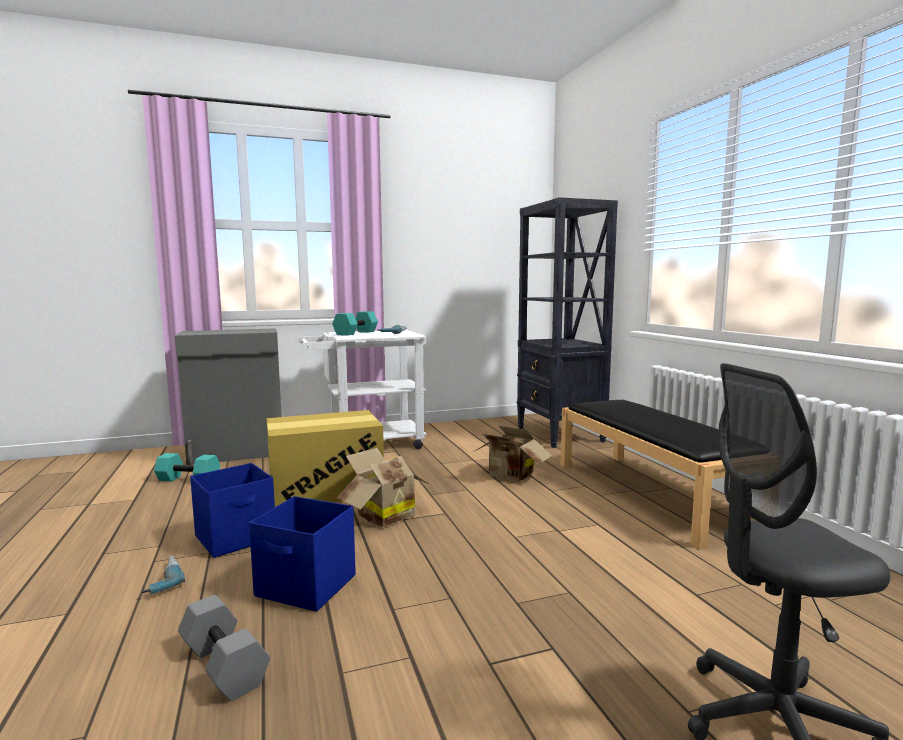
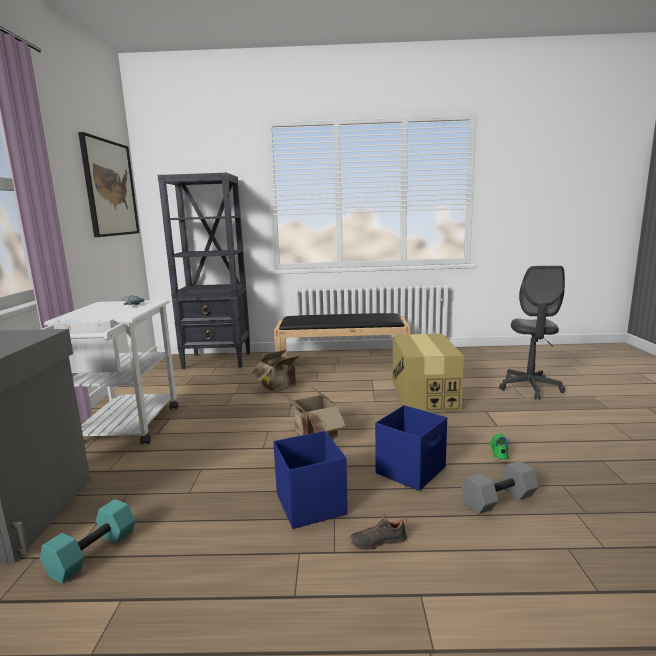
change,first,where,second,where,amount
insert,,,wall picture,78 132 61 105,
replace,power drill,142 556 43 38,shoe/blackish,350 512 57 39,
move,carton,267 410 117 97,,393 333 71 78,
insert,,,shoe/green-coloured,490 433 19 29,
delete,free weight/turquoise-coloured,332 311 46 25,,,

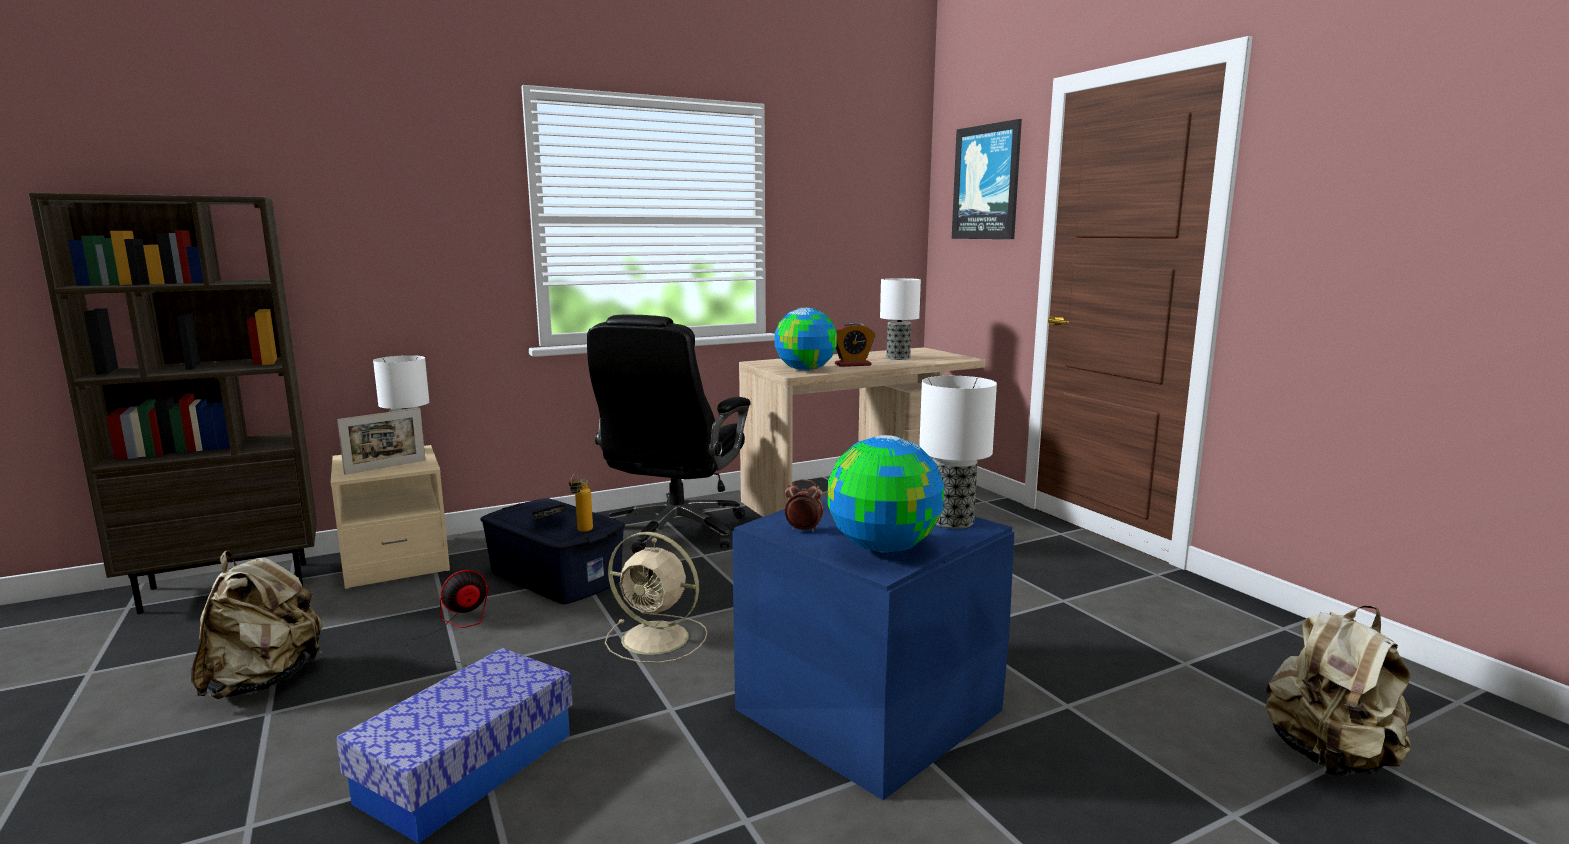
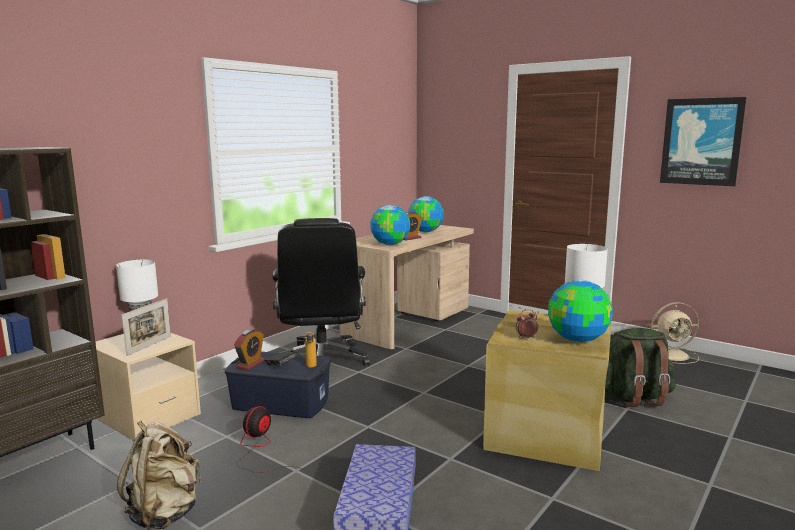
change,first,where,second,where,amount
insert,,,table clock,234 329 31 41,
replace,table lamp,880 278 41 82,world globe,408 196 36 36,
recolor,storage container/bluish,732 497 282 303,storage container/sand-coloured,483 310 128 161,
insert,,,knapsack/green-coloured,605 328 71 79,
move,cooling fan/sand-coloured,605 532 102 131,,651 302 48 62,
move,wall picture,952 119 70 120,,660 97 87 89,
delete,knapsack/sand-coloured,1265 606 146 171,,,

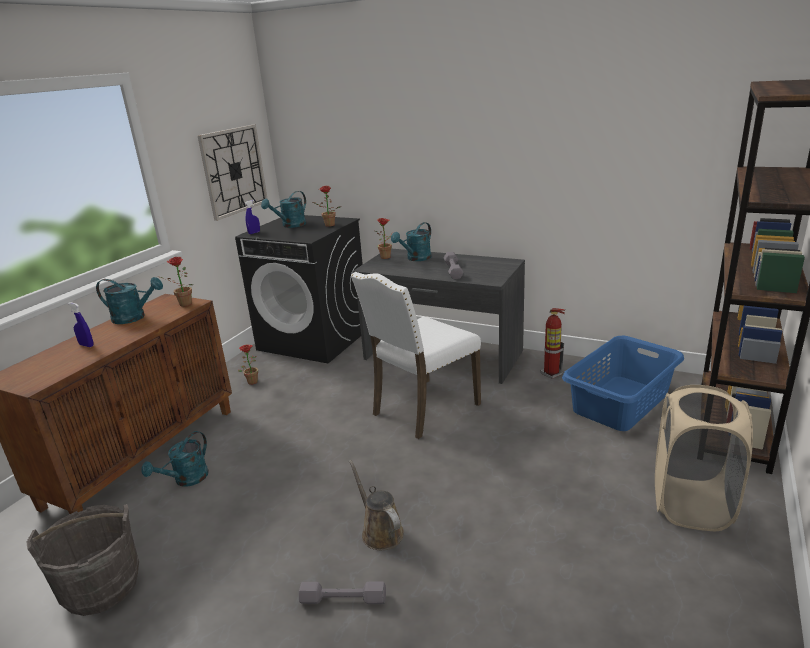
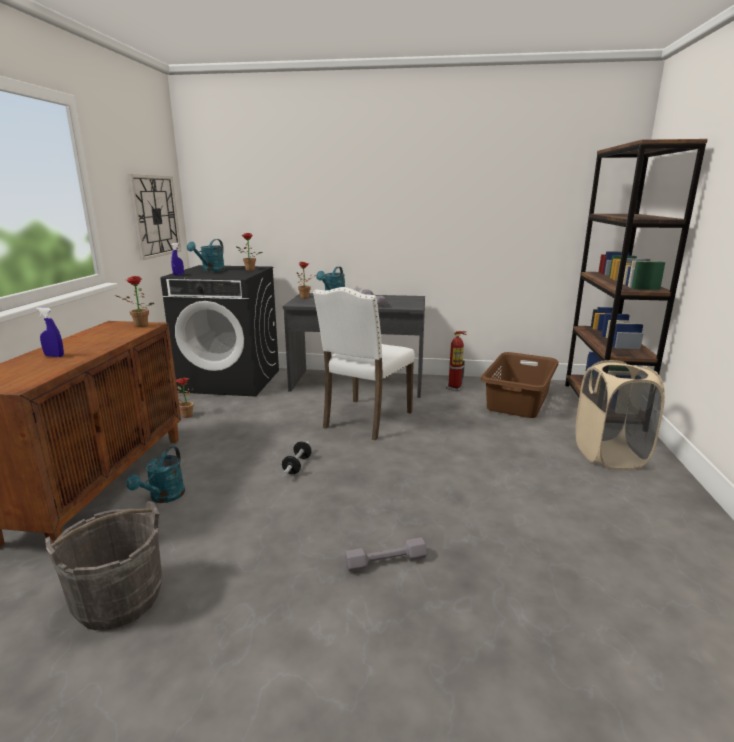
change,first,where,second,where,amount
insert,,,free weight,282 441 30 34,
recolor,hamper/bluish,562 336 122 95,hamper/brown-coloured,481 352 78 66,
delete,sprinkling can/turquoise-coloured,96 277 67 47,,,
delete,sprinkling can/brown-coloured,349 460 55 90,,,

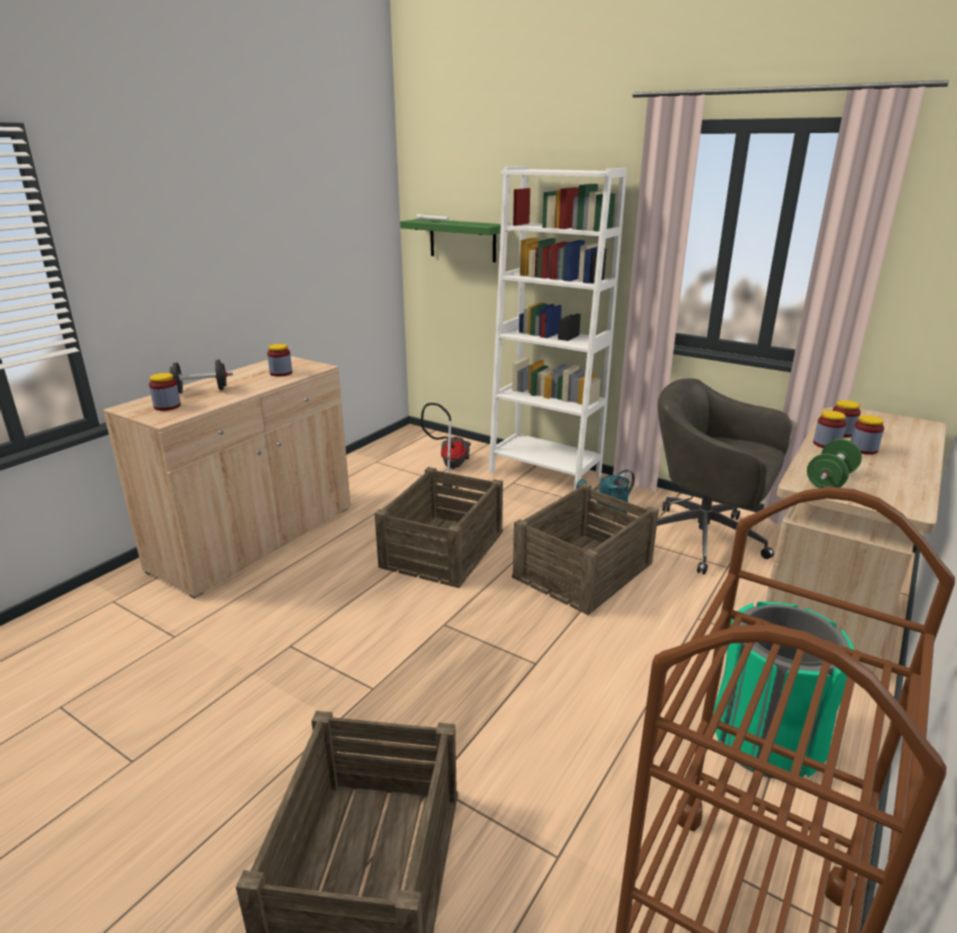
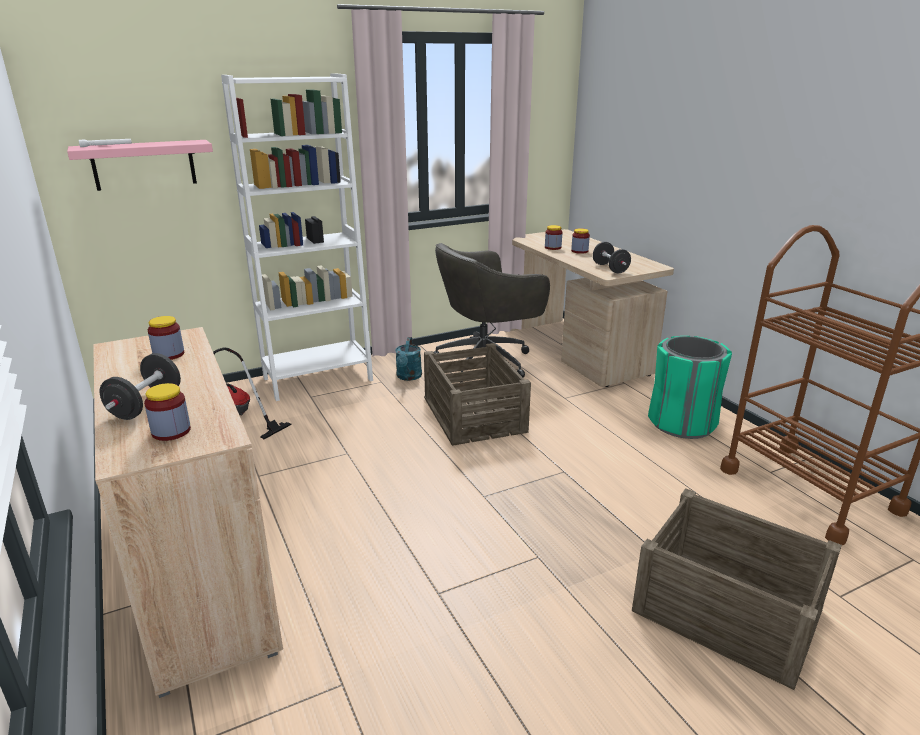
change,first,where,second,where,amount
recolor,bracket shelf/green-coloured,400 219 101 43,bracket shelf/pinkish,67 140 146 51,
recolor,free weight/green-coloured,807 439 55 49,free weight/blackish,593 242 38 31,
delete,crate,374 467 129 121,,,
delete,storage jar,813 410 33 38,,,

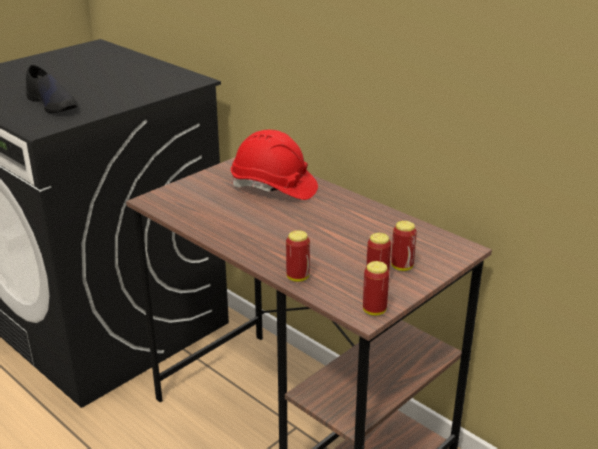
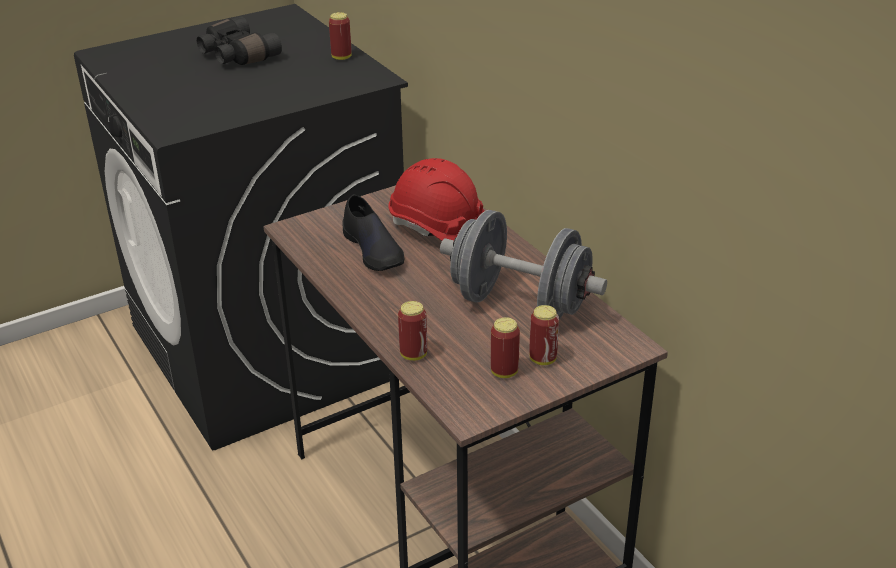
change,first,where,second,where,amount
insert,,,binoculars/blackish,197 16 85 49,
move,can,363 261 26 55,,329 12 23 48,
move,shoe/blackish,26 64 52 49,,342 194 62 77,
insert,,,free weight/gray,440 210 167 109,

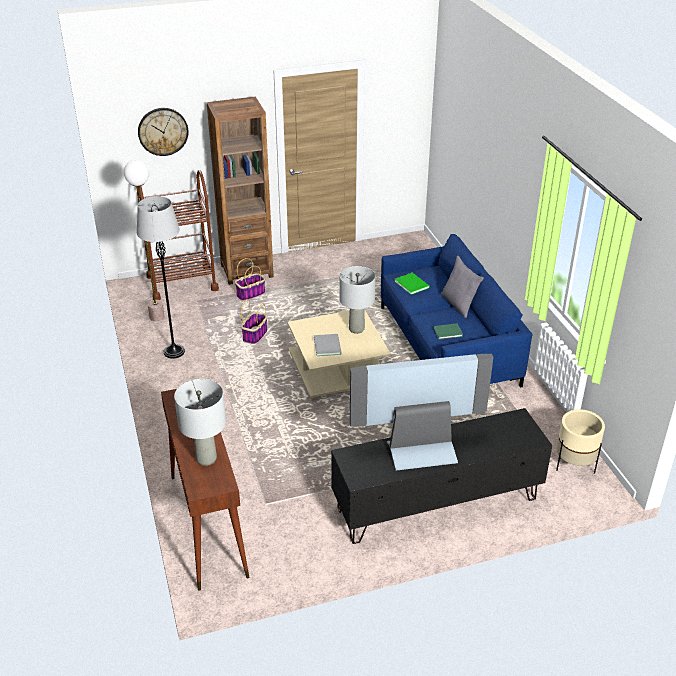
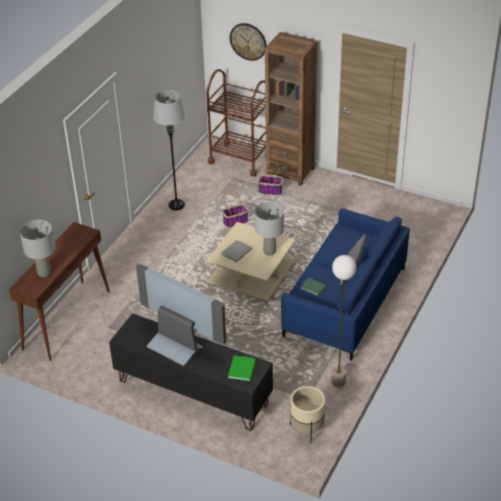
change,first,where,second,where,amount
move,book/green-coloured,394 273 36 22,,228 355 28 26,
move,floor lamp,124 160 41 161,,331 255 25 132,

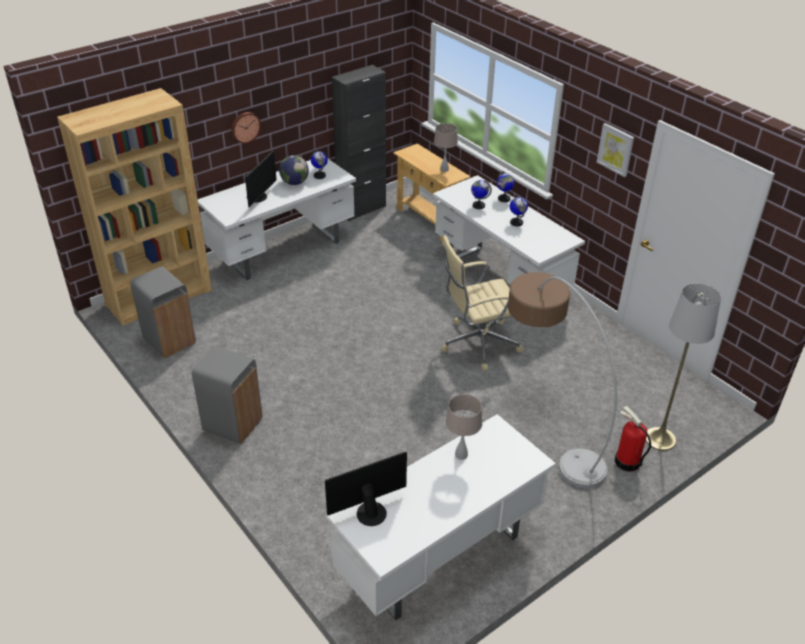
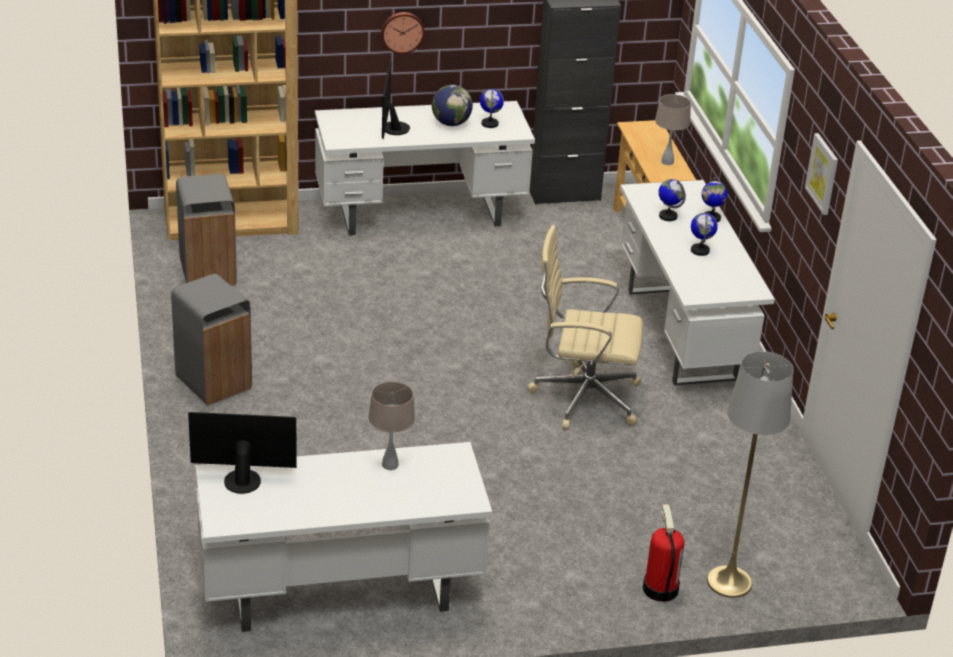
change,first,where,second,where,amount
rotate,computer display,245 151 32 57,,382 61 28 78,135 degrees clockwise
delete,floor lamp,508 272 109 216,,,

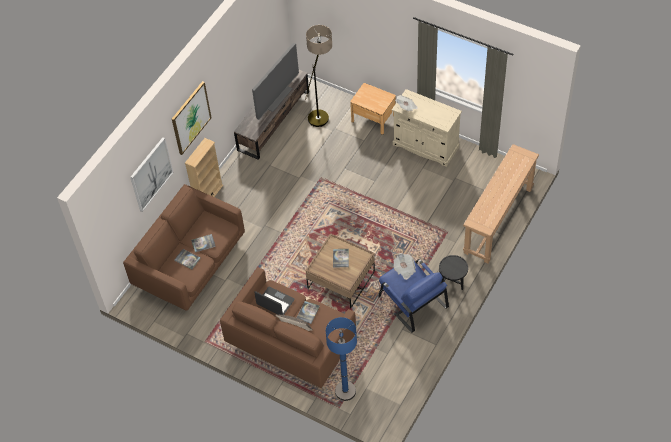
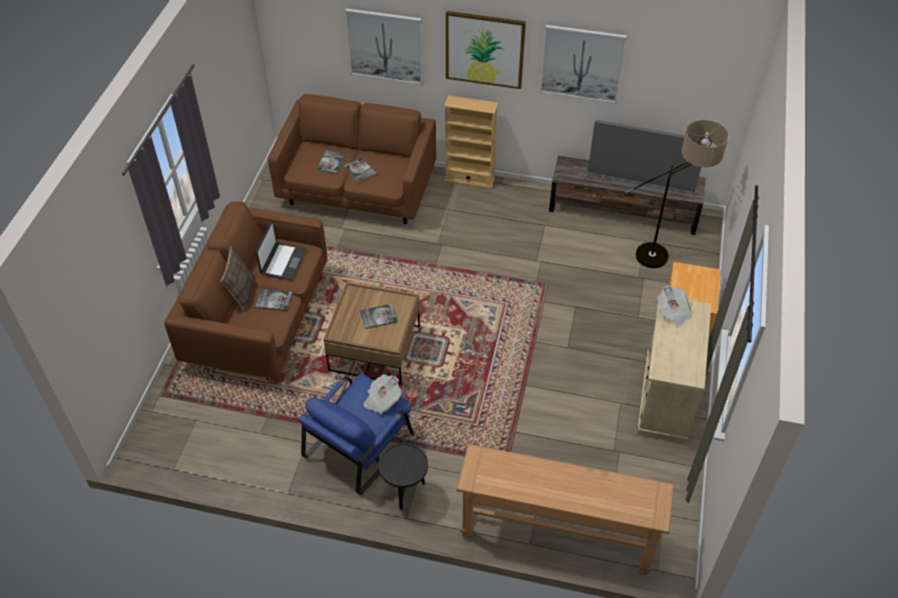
change,first,where,second,where,amount
insert,,,wall picture,539 25 88 79,
delete,floor lamp/bluish,326 317 31 84,,,

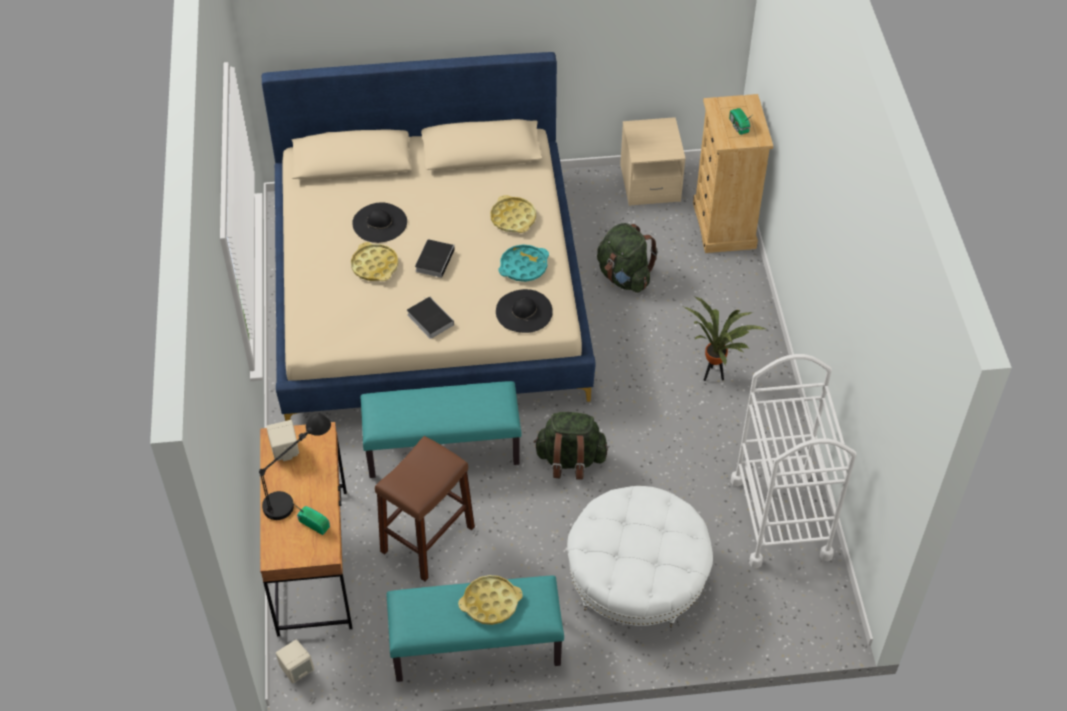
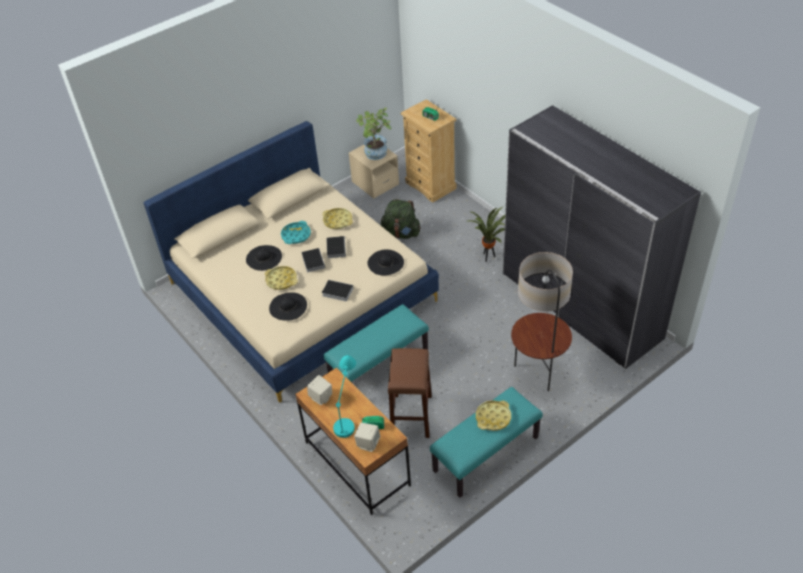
change,first,where,second,where,amount
insert,,,hat/blackish,269 292 38 29,
move,serving tray/turquoise-coloured,498 245 51 37,,281 221 30 23,
insert,,,book,326 236 20 22,
recolor,table lamp/blackish,259 413 72 107,table lamp/turquoise-coloured,333 355 23 83,
move,audio speaker/sand-coloured,276 640 38 43,,354 423 26 29,
insert,,,plant in a pot,356 107 35 53,
replace,cart/white-coloured,730 354 126 214,clothes cupboard/gray,503 105 198 264,
replace,footrest/white-coloured,567 486 146 142,floor lamp,511 252 62 139,
delete,knapsack/green-coloured,534 412 74 67,,,

